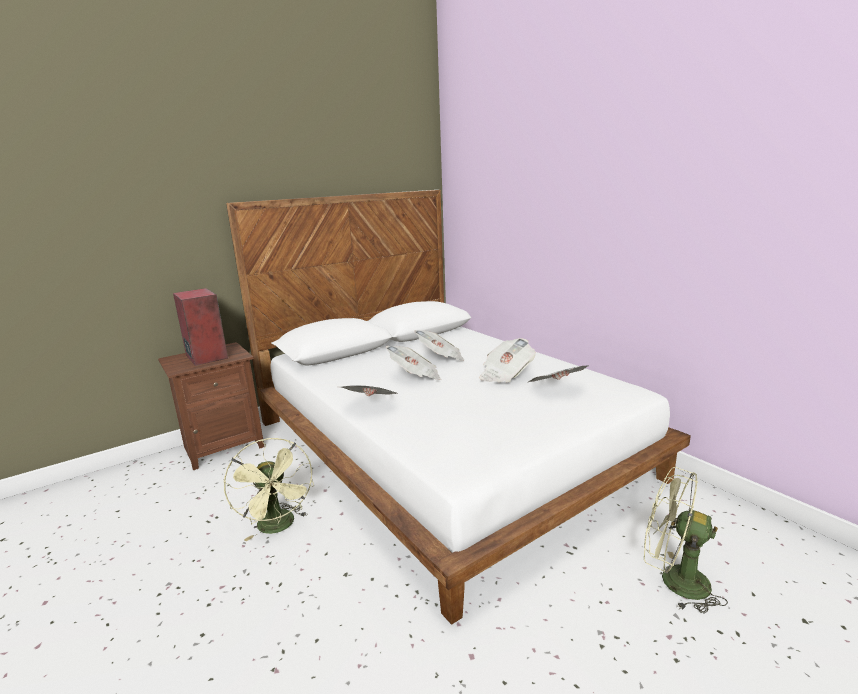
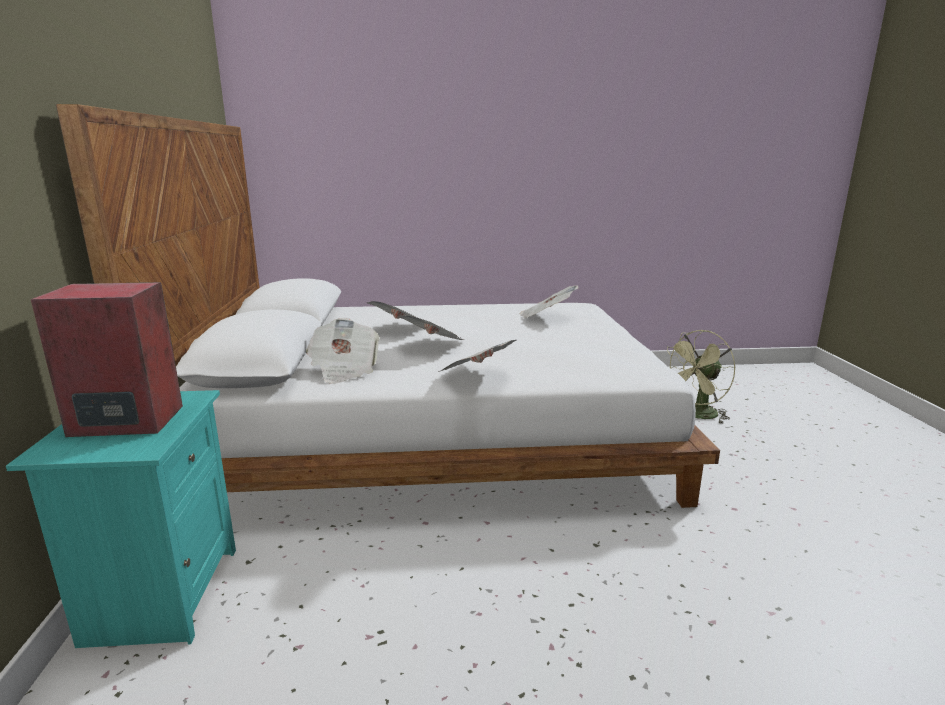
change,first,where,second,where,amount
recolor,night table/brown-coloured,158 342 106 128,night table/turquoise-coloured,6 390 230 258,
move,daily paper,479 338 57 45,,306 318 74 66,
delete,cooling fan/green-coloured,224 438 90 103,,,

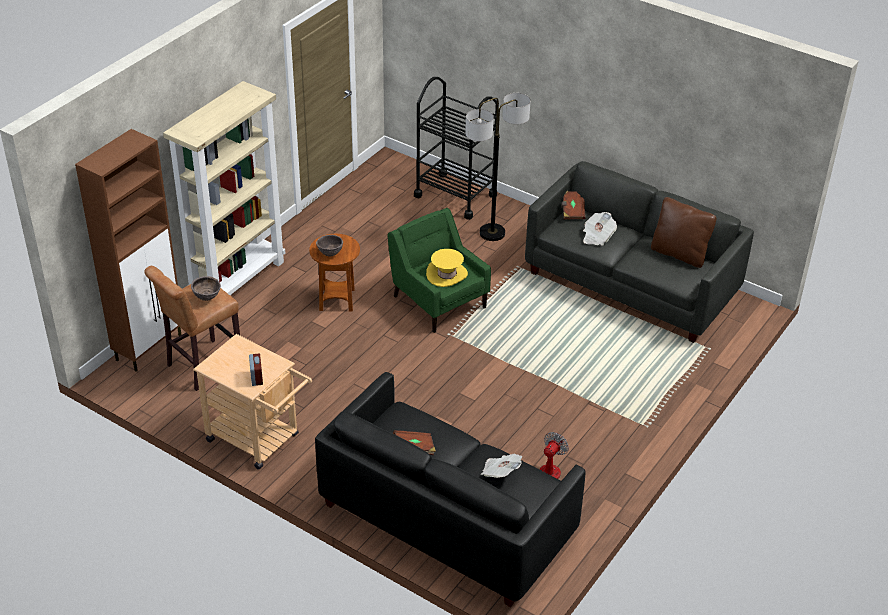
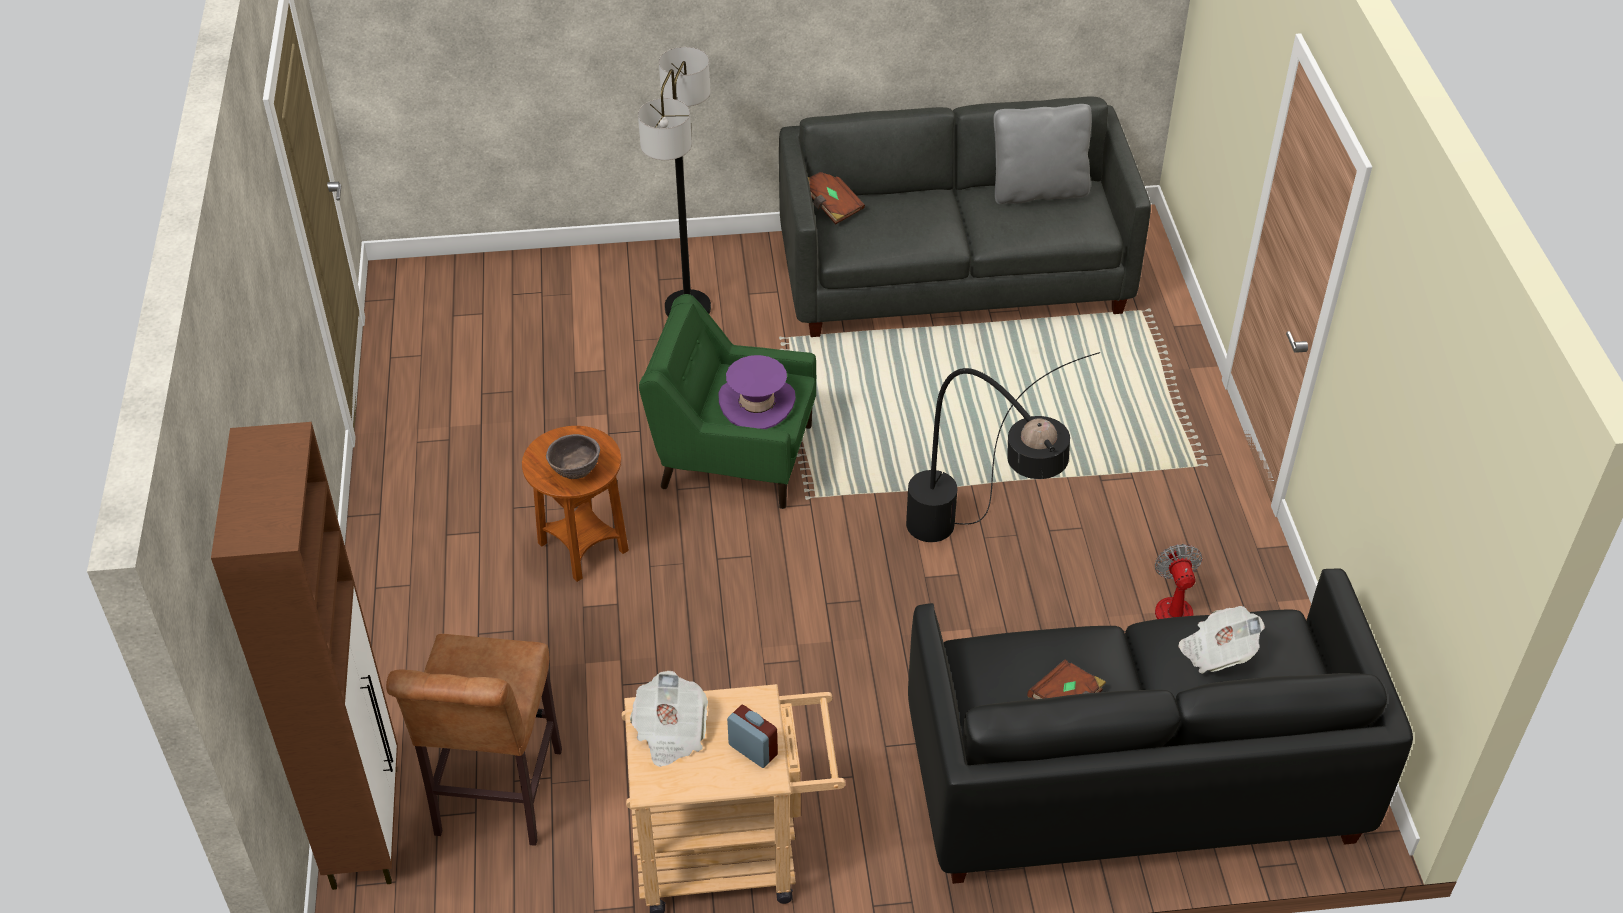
change,first,where,second,where,amount
move,daily paper,583 212 34 34,,630 671 78 96,
recolor,hat/yellow-coloured,426 249 42 38,hat/purplish,719 355 77 74,
insert,,,floor lamp/blackish,906 352 194 190,
recolor,pillow/brown-coloured,651 197 65 71,pillow/gray,993 104 99 101,
delete,bookshelf/sand-coloured,163 81 122 214,,,
delete,deep dish/brown-coloured,191 276 30 25,,,
delete,cart/blackish,414 77 85 143,,,

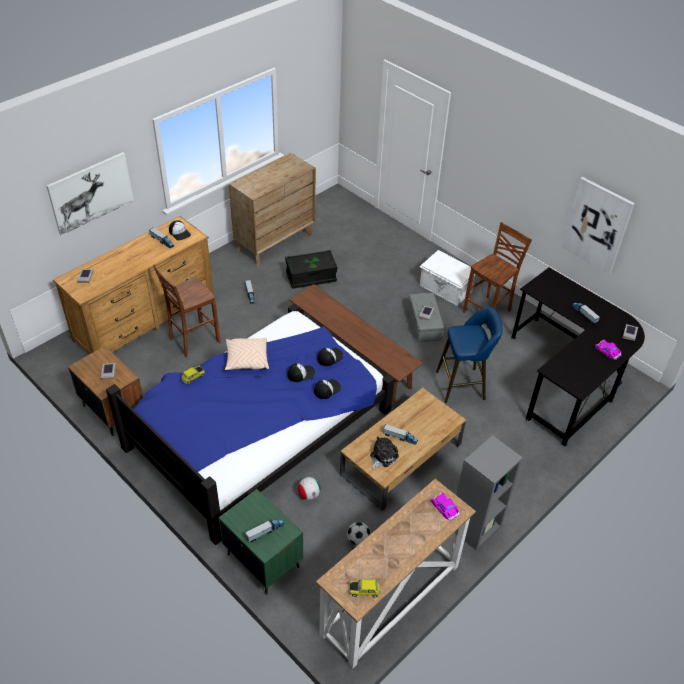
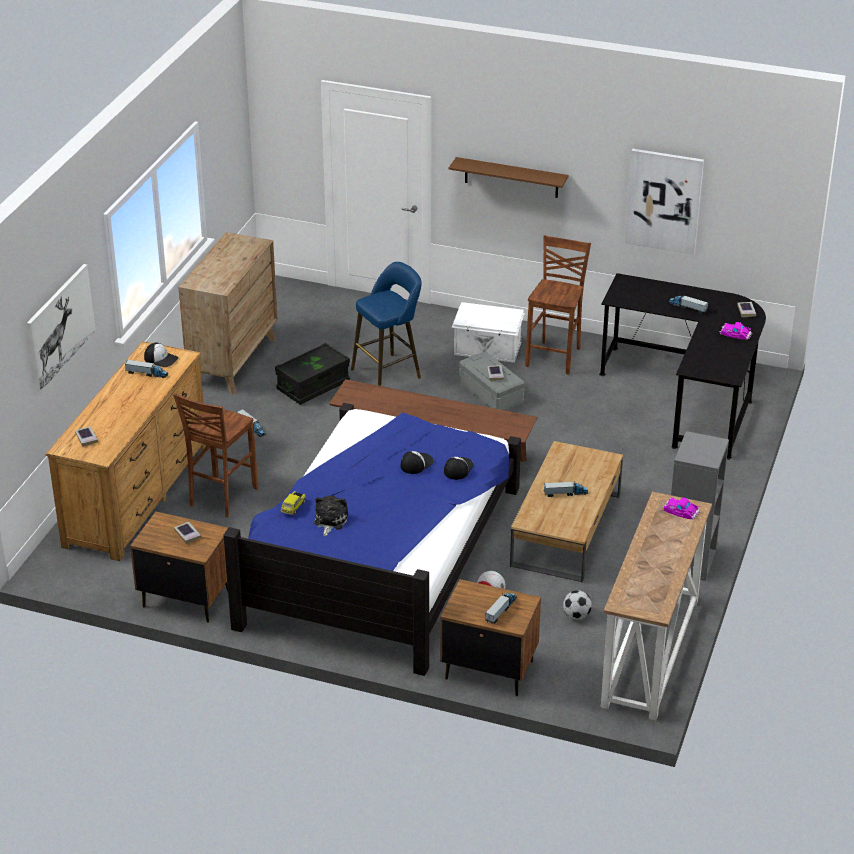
change,first,where,second,where,amount
move,plush toy,370 437 29 32,,314 495 34 41,
move,stool seat/bluish,436 307 67 96,,351 262 71 124,
recolor,night table/green-coloured,218 489 85 105,night table/brown-coloured,440 579 101 117,
insert,,,bracket shelf/brown-coloured,449 157 120 41,
delete,pillow/sand-coloured,225 338 44 32,,,
delete,baseball cap,317 348 27 18,,,
delete,model car,350 579 30 18,,,

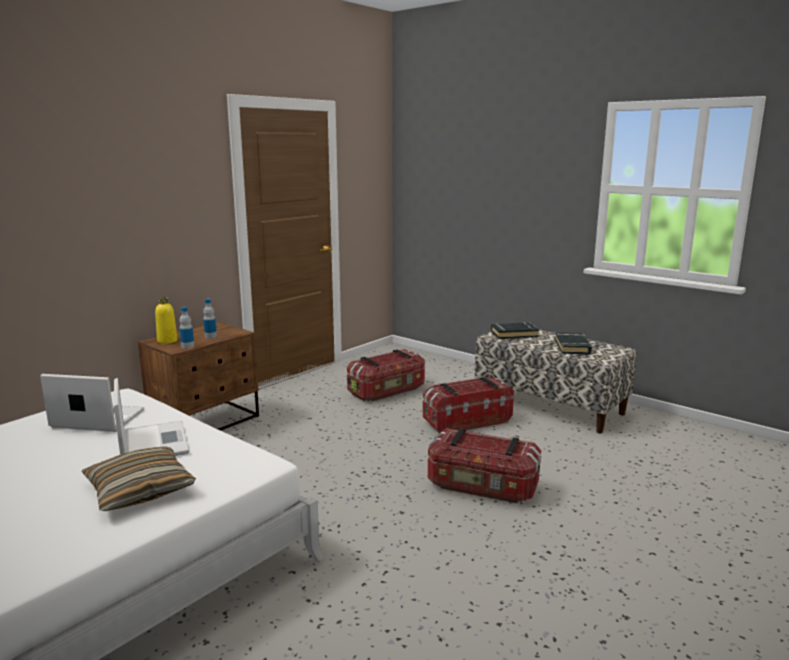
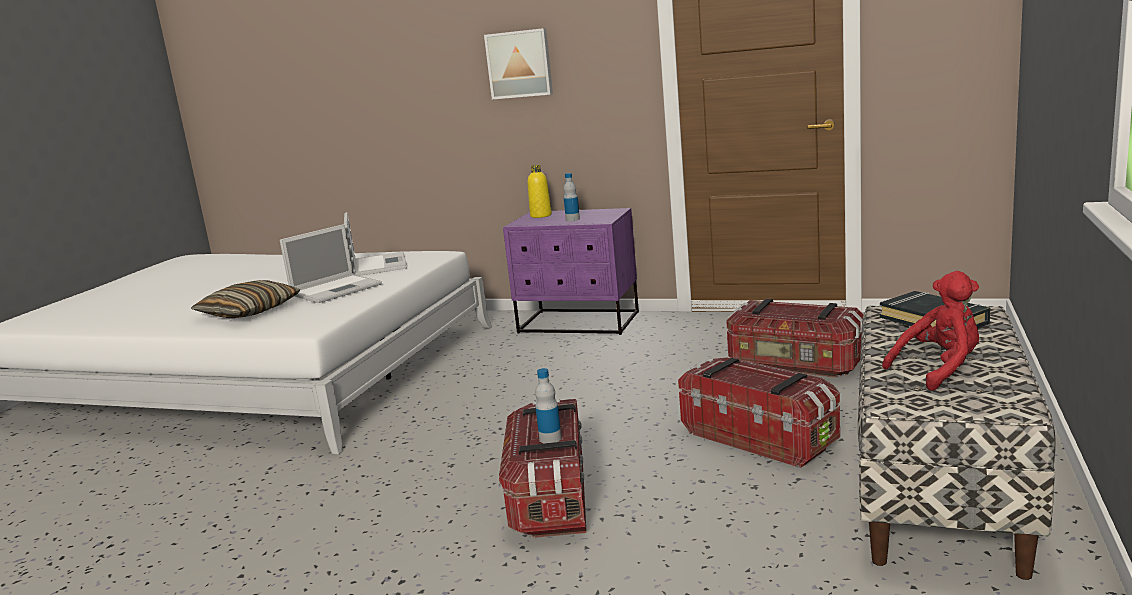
change,first,where,second,where,amount
insert,,,wall picture,484 28 69 71,
recolor,night table/brown-coloured,138 322 121 109,night table/purplish,503 208 136 127,
move,bottle,179 307 15 42,,535 368 27 75,
replace,book/blackish,555 333 37 21,plush toy/red,882 271 97 120,

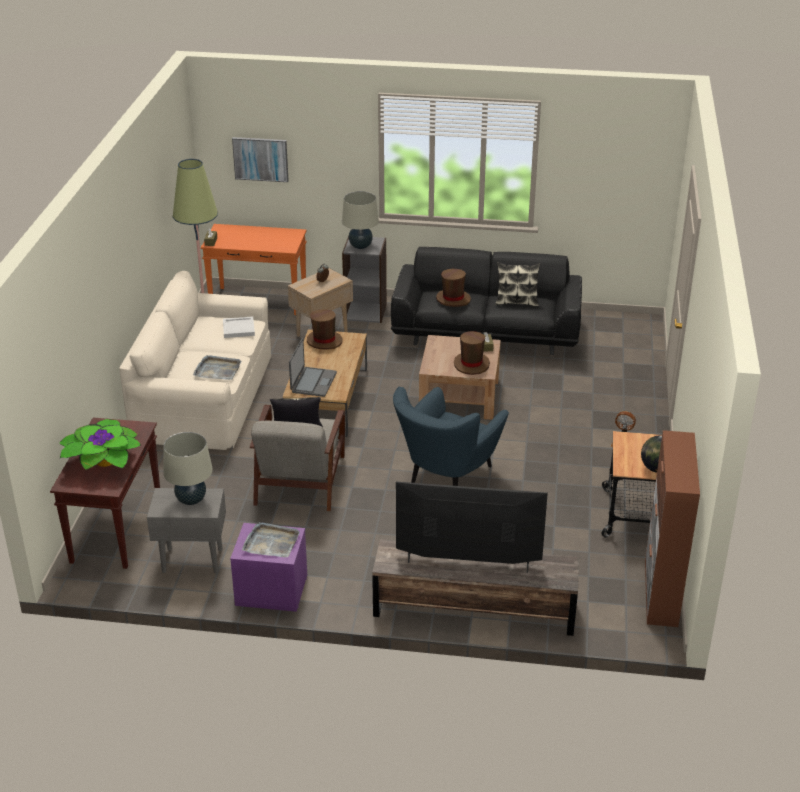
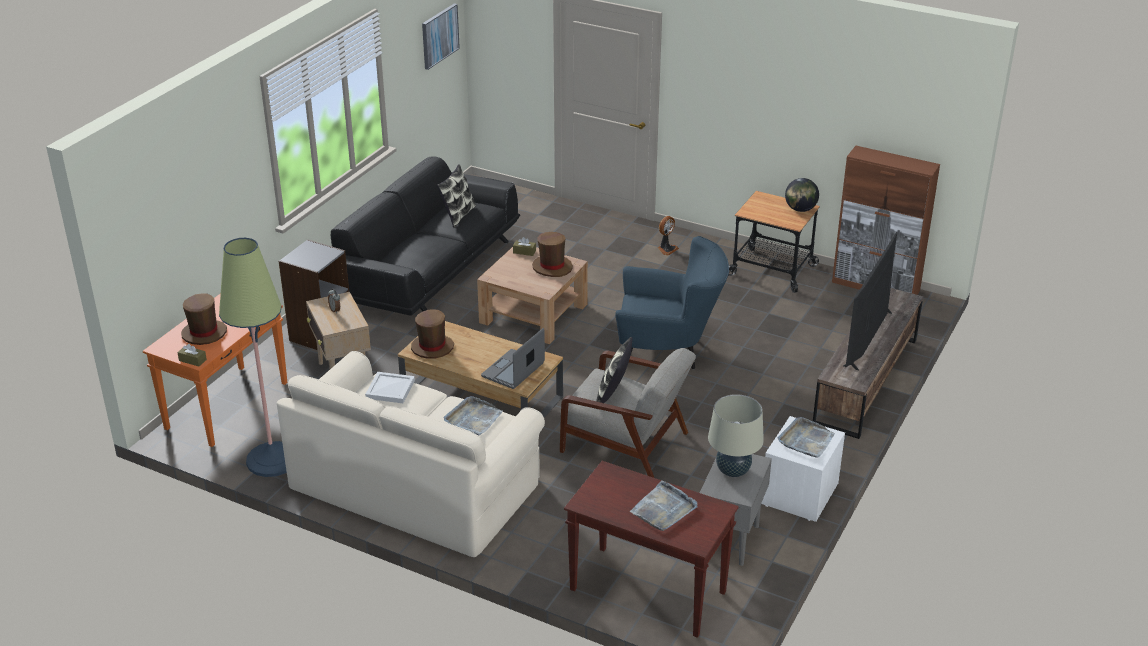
change,first,where,second,where,amount
move,hat/brown-coloured,436 269 35 38,,181 293 46 52,
move,wall picture,232 137 57 45,,422 3 38 67,
rotate,portable computer,289 338 48 59,,481 328 64 61,90 degrees counterclockwise
rotate,armchair/bluish,393 387 116 99,,615 236 114 134,45 degrees counterclockwise
replace,plant in a pot,60 419 81 51,serving tray/gray,630 480 68 51,
recolor,night table/purplish,230 523 77 89,night table/white-coloured,761 416 84 106,
delete,table lamp/sand-coloured,342 191 37 58,,,

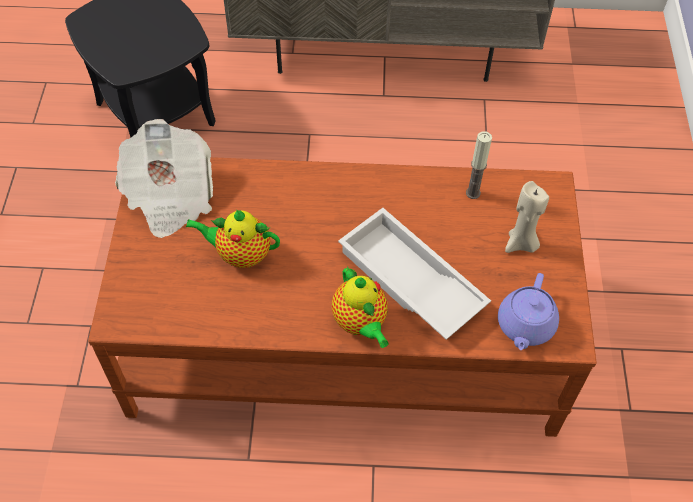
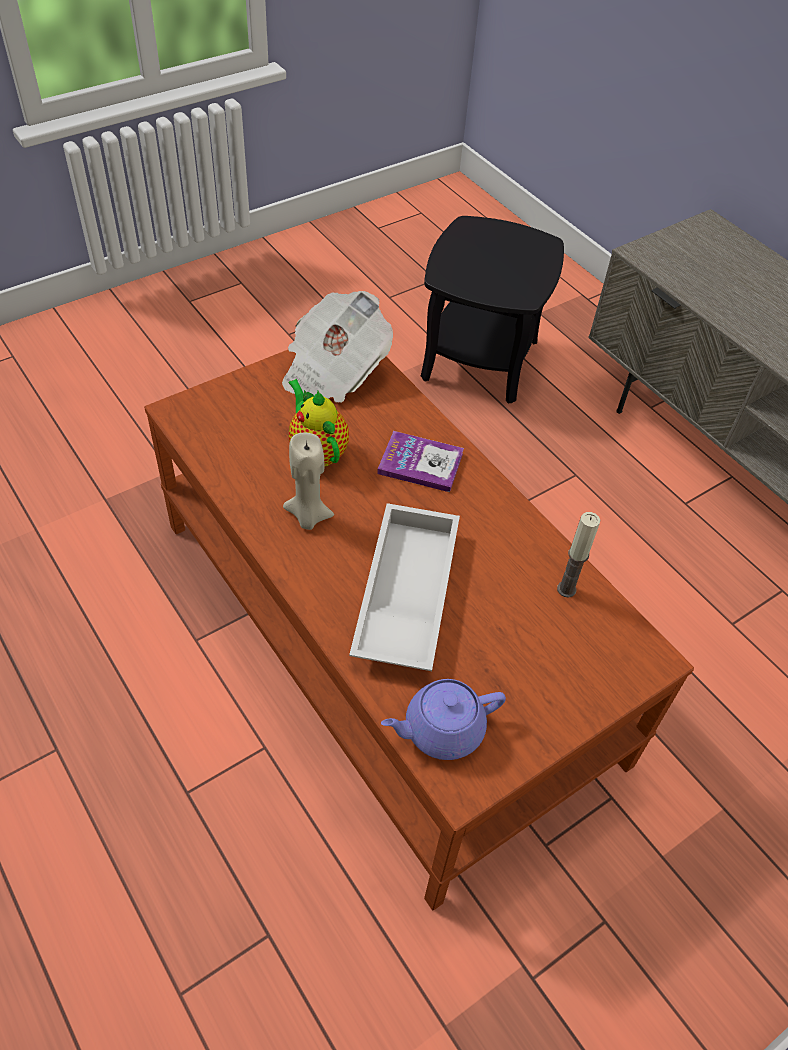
change,first,where,second,where,amount
move,wax candle/sand-coloured,505 181 44 72,,283 433 51 97,
insert,,,book,377 431 87 61,
delete,teapot,332 266 57 82,,,

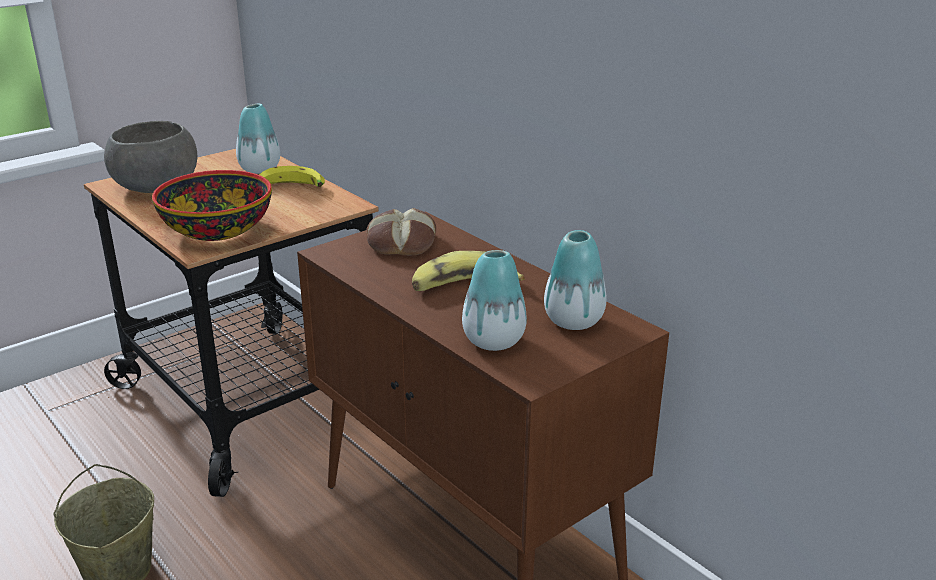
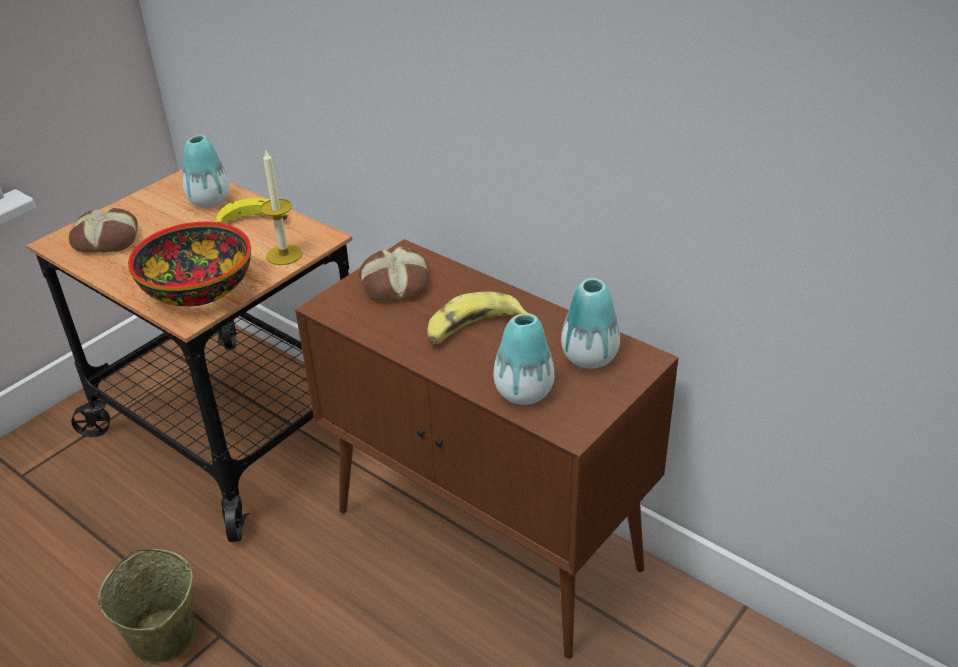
change,first,where,second,where,amount
replace,deep dish/gray,104 121 93 72,bakery bread,69 208 69 45,
insert,,,wax candle,260 151 42 114,

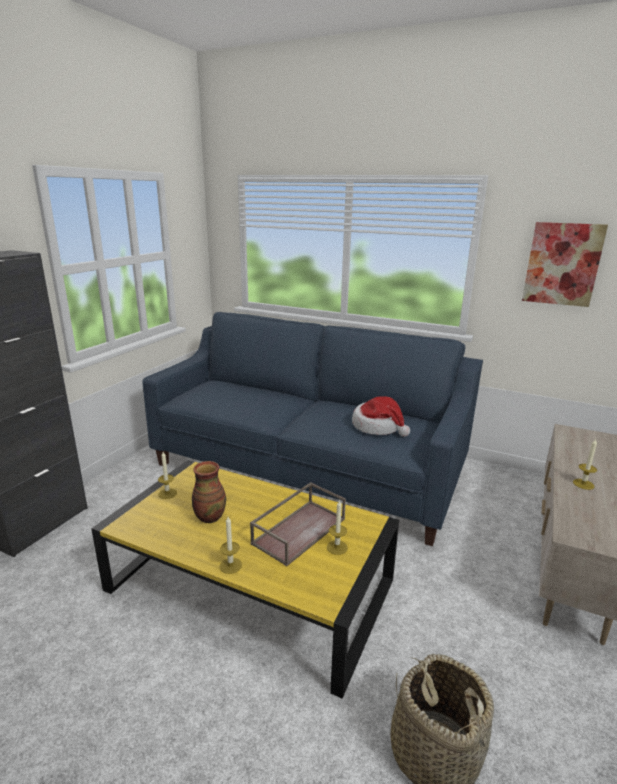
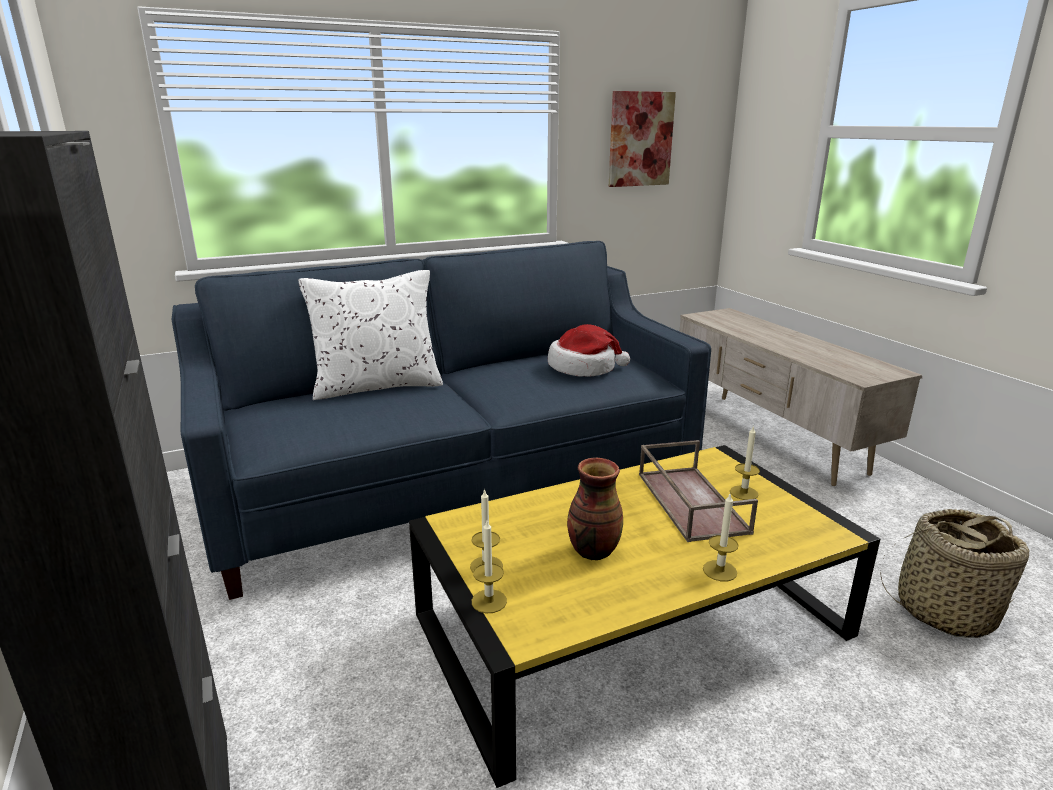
change,first,where,second,where,amount
insert,,,pillow/white-coloured,298 270 145 130,
move,wax candle,573 439 24 51,,472 521 35 93,

